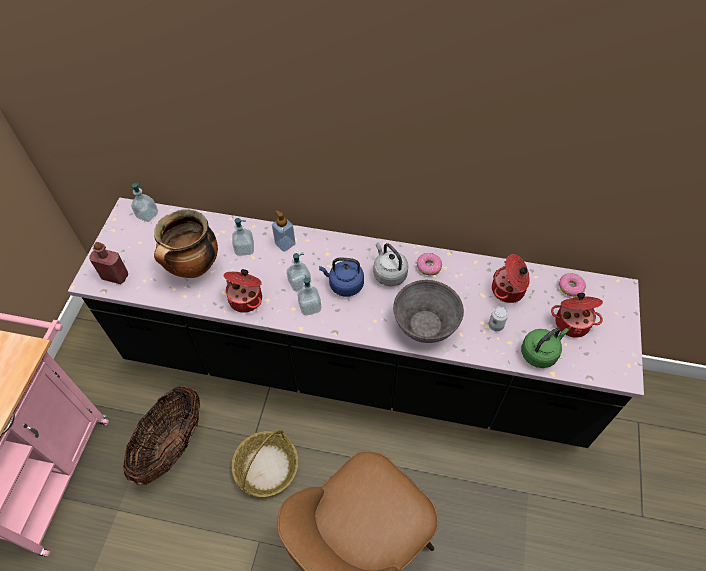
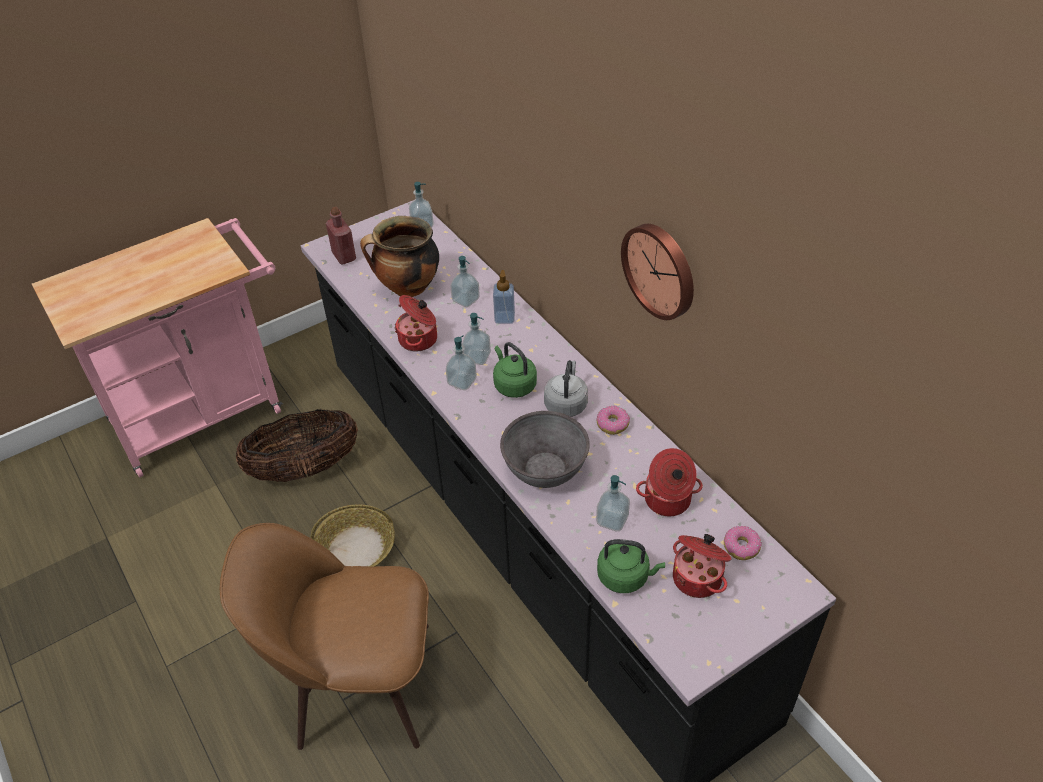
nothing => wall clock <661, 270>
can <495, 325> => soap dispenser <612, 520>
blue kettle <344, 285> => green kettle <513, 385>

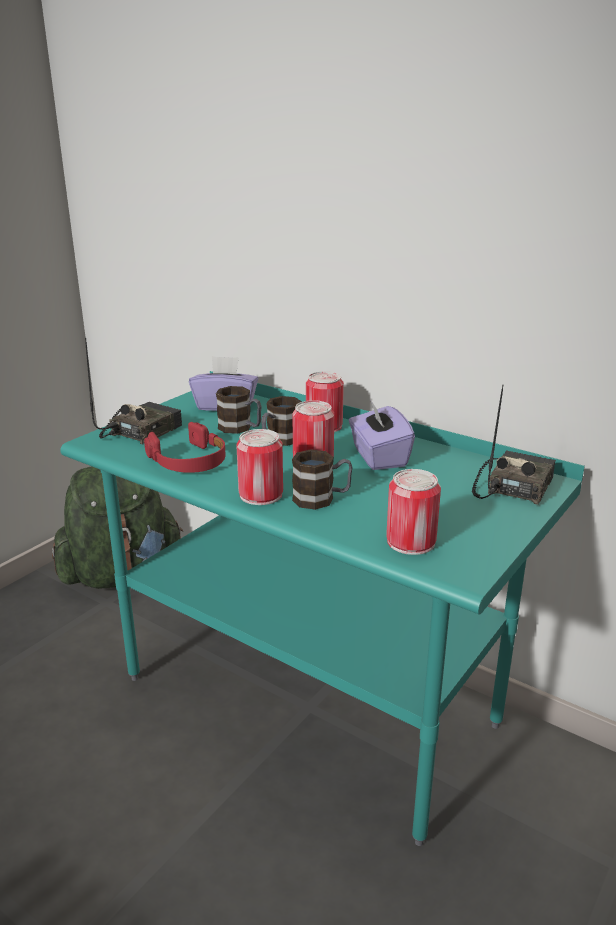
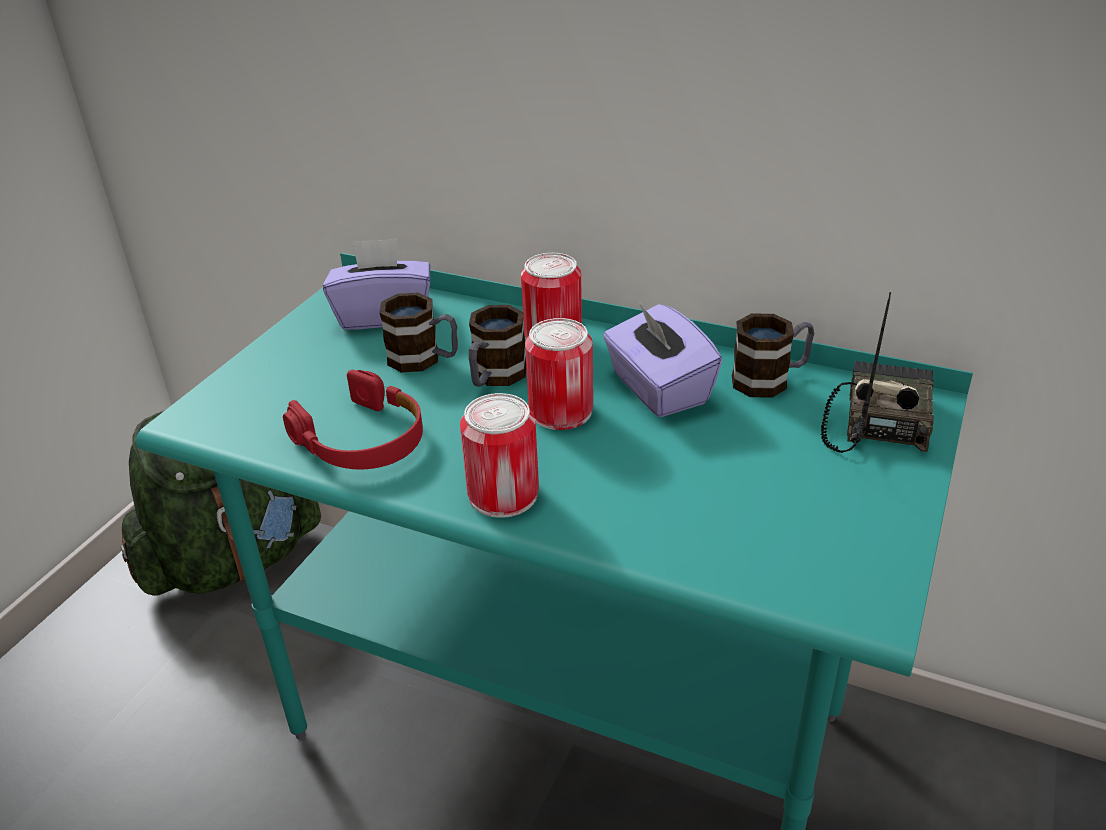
radio <140, 431> => nothing
can <411, 541> => nothing
mug <322, 499> => mug <770, 379>, move

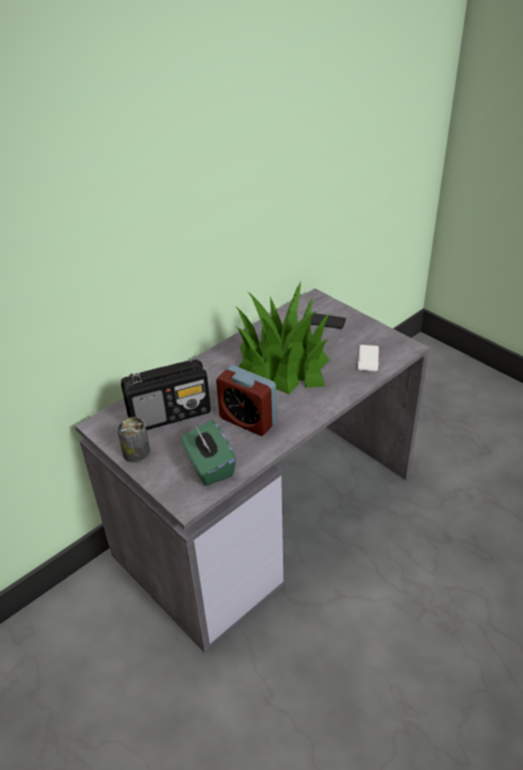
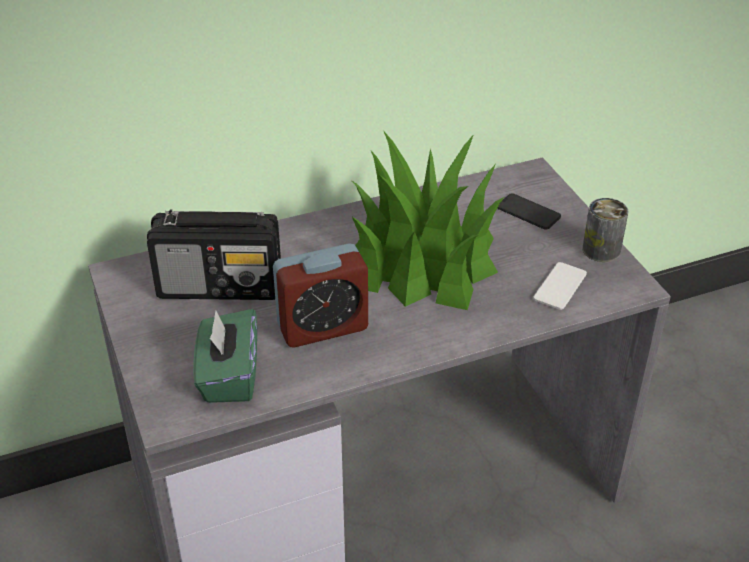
can <136, 452> => can <601, 250>, move
alarm clock <248, 420> => alarm clock <322, 327>, 75 degrees counterclockwise

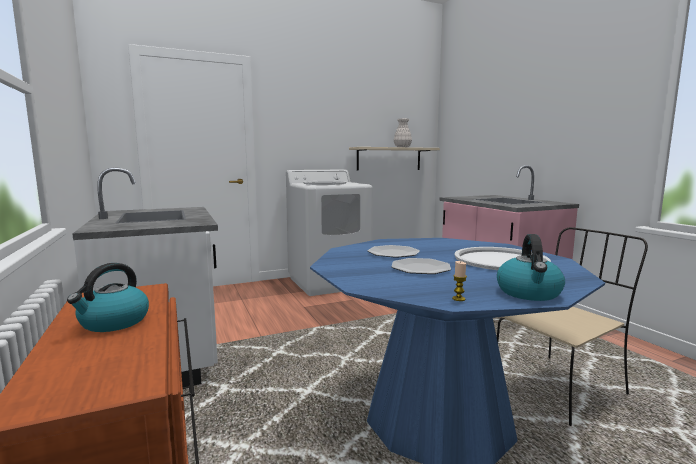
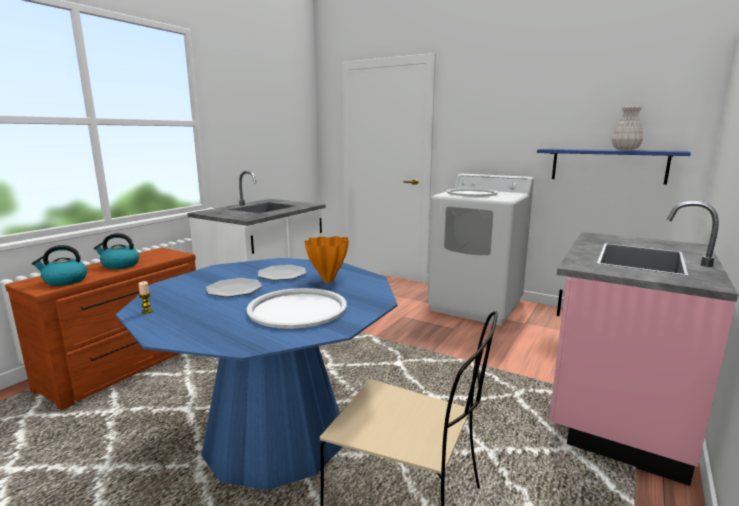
nothing => orange vase <327, 281>
kettle <529, 293> => kettle <65, 281>, move
beige shelf <389, 159> => blue shelf <608, 165>

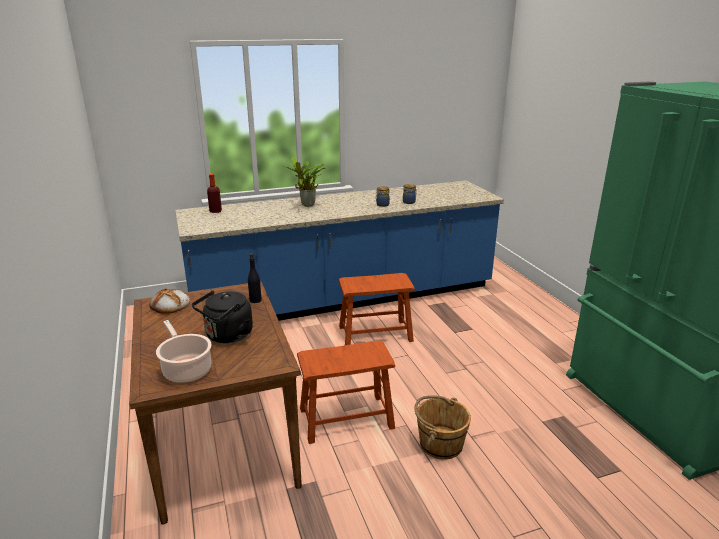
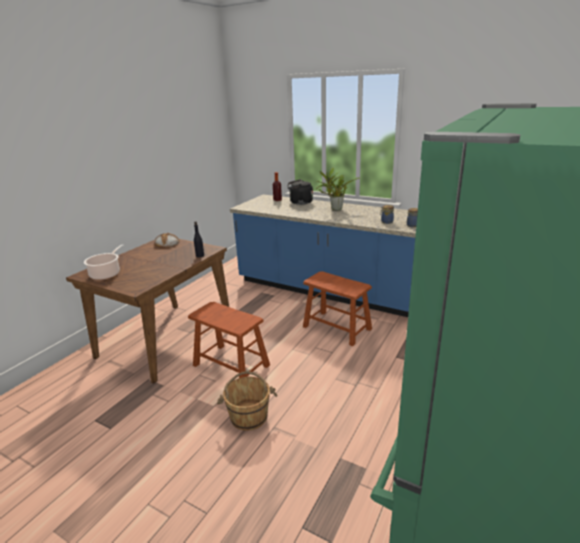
black kettle <227, 336> => black kettle <299, 202>, move

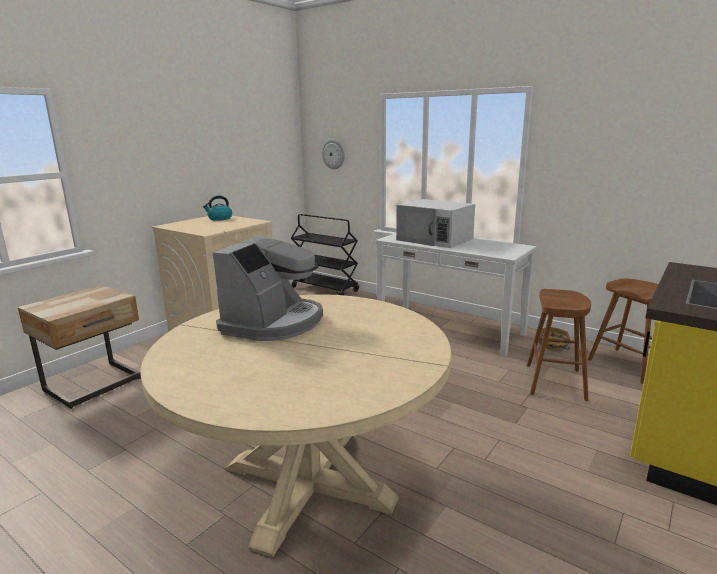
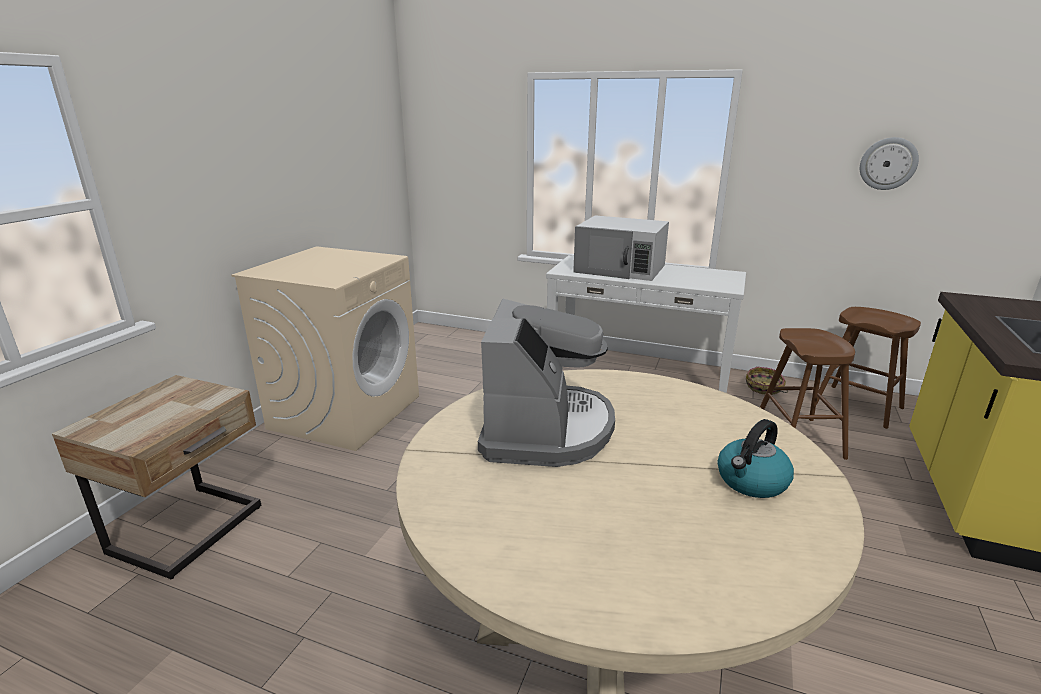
black cart <325, 289> => nothing
kettle <219, 218> => kettle <751, 481>, move
wall clock <333, 154> => wall clock <888, 163>, move

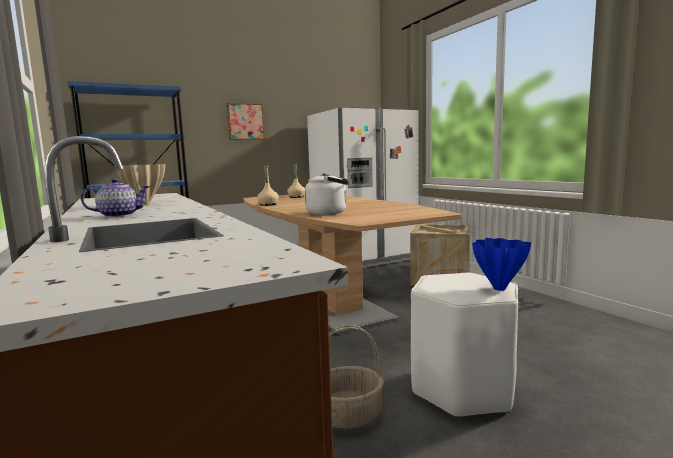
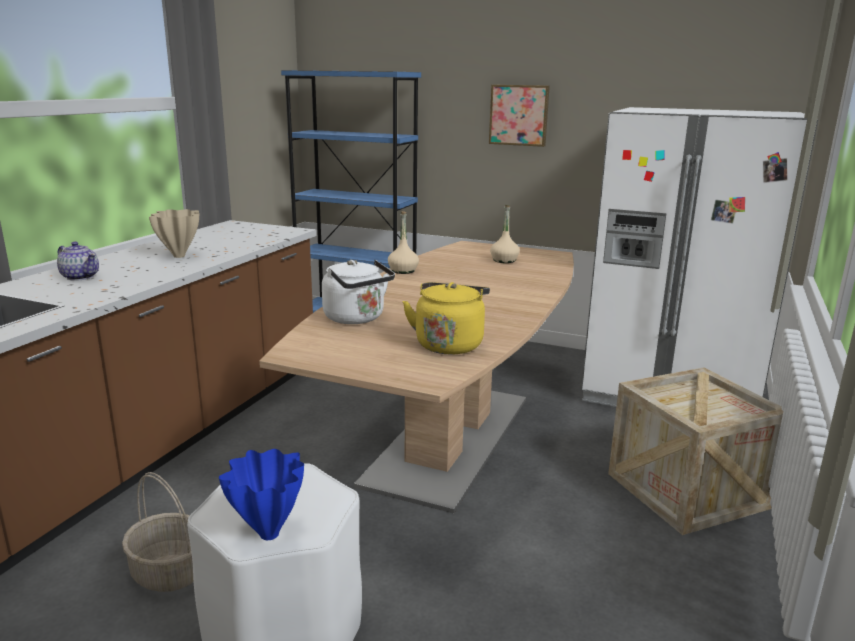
nothing => yellow kettle <449, 344>

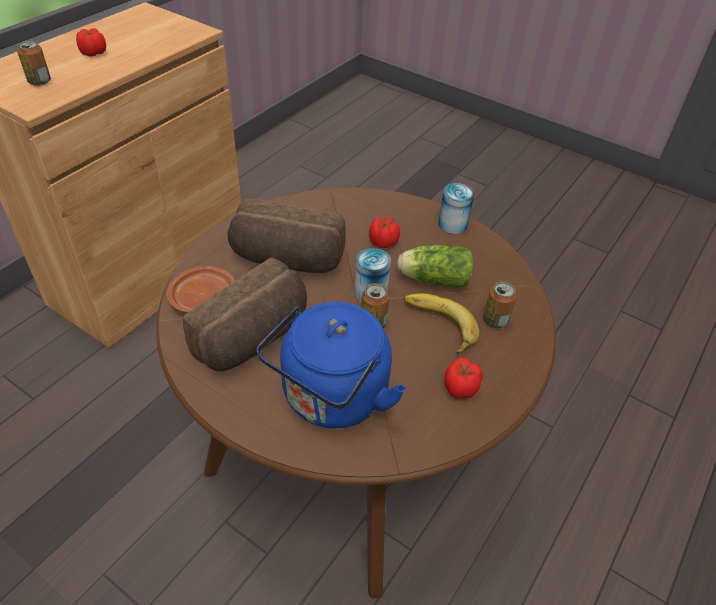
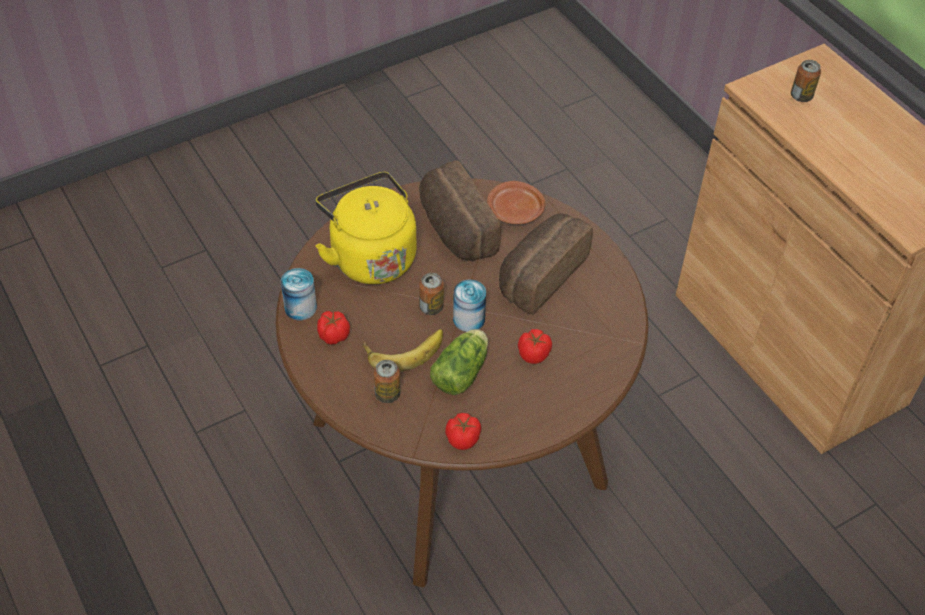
tomato <93, 53> => tomato <463, 439>, move
can <453, 224> => can <300, 308>, move
blue kettle <331, 399> => yellow kettle <370, 256>

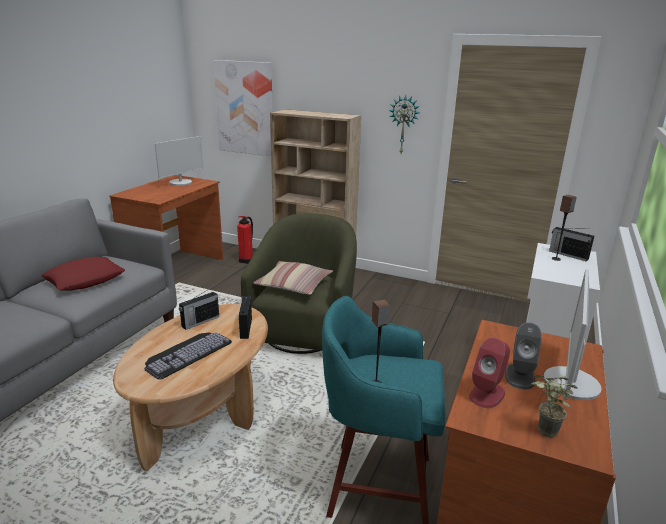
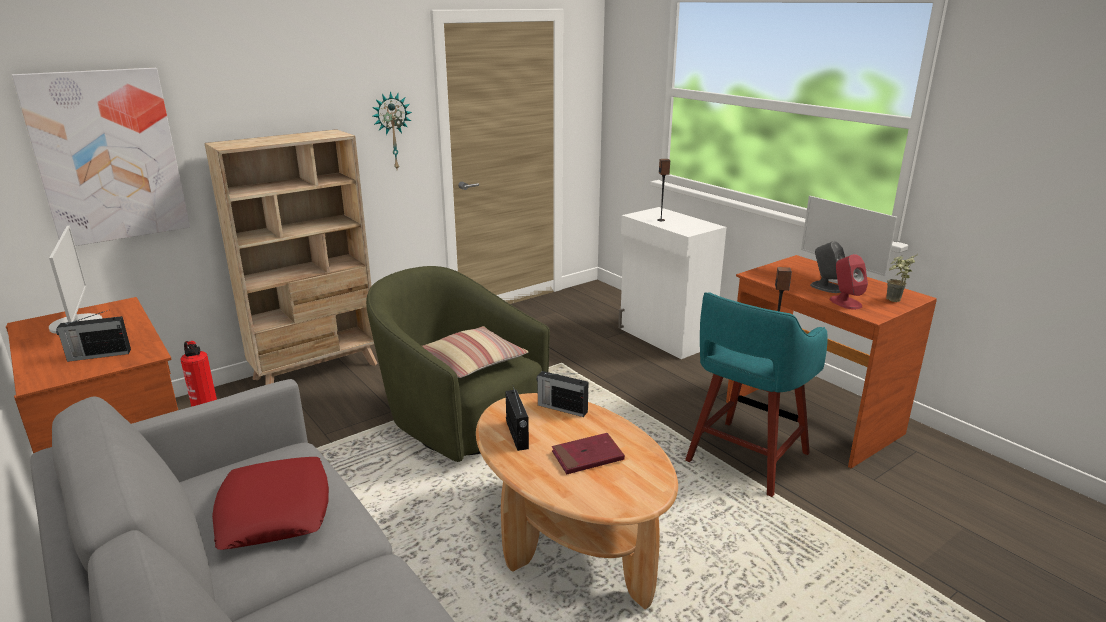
radio <567, 255> => radio <98, 355>, move
keyboard <187, 352> => red book <587, 456>

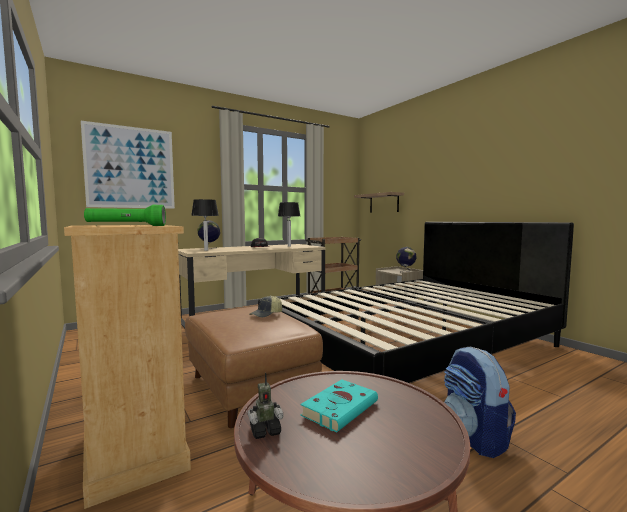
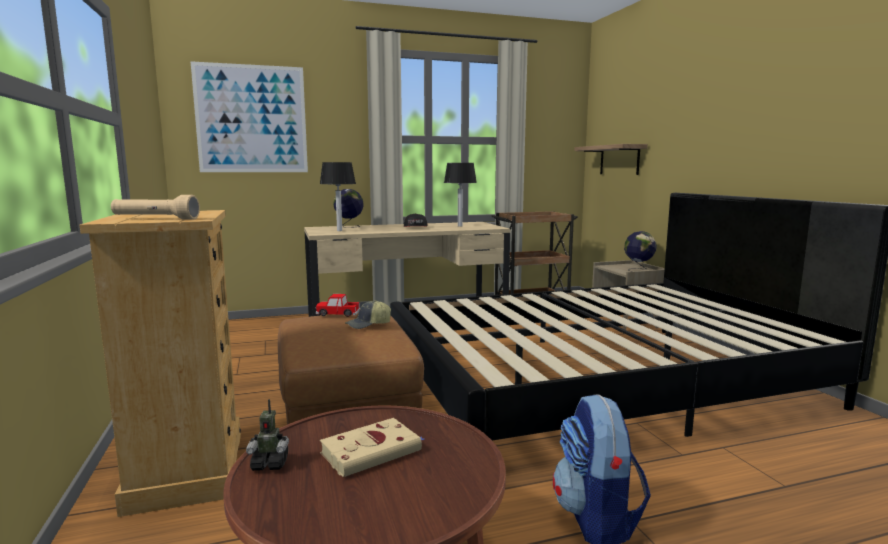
nothing => toy car <337, 313>
green flashlight <126, 226> => beige flashlight <155, 219>
turquoise book <341, 408> => beige book <373, 451>

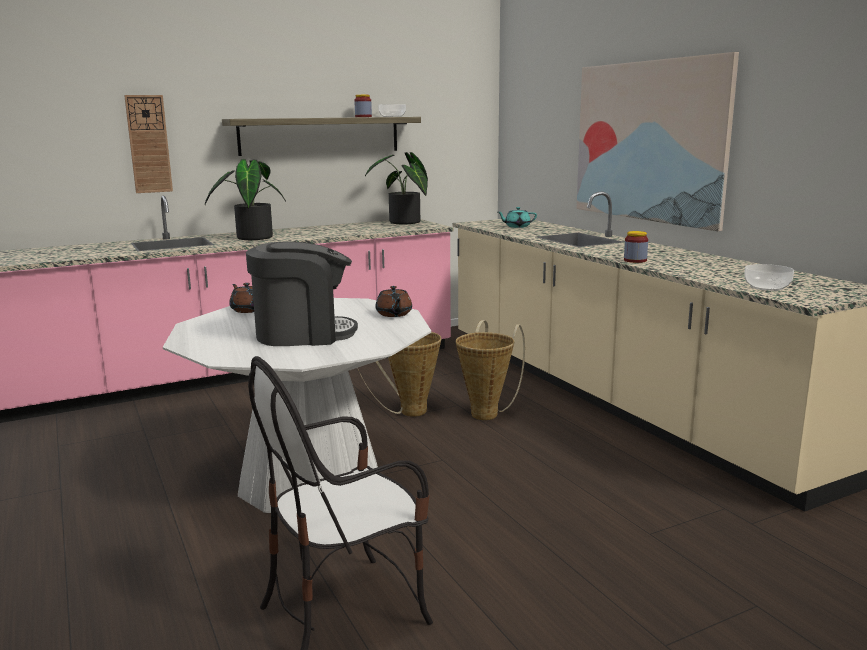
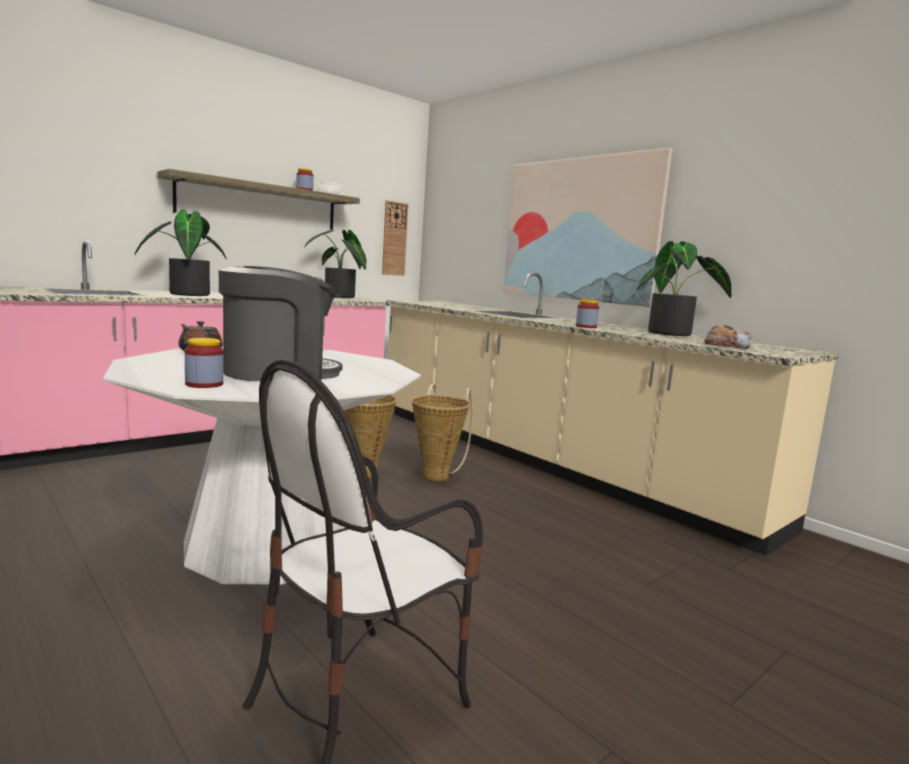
brown teapot <394, 314> => nothing
turquoise teapot <517, 226> => nothing
nothing => jar <204, 384>
nothing => potted plant <674, 334>
wall clock <149, 144> => wall clock <394, 239>, move
bowl <767, 287> => bread <726, 346>

